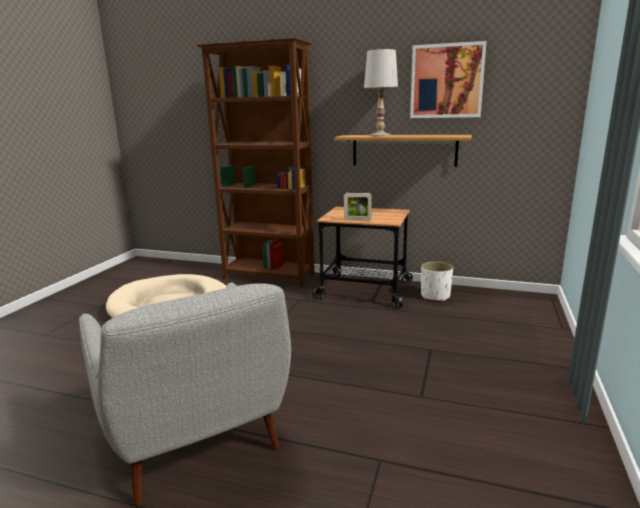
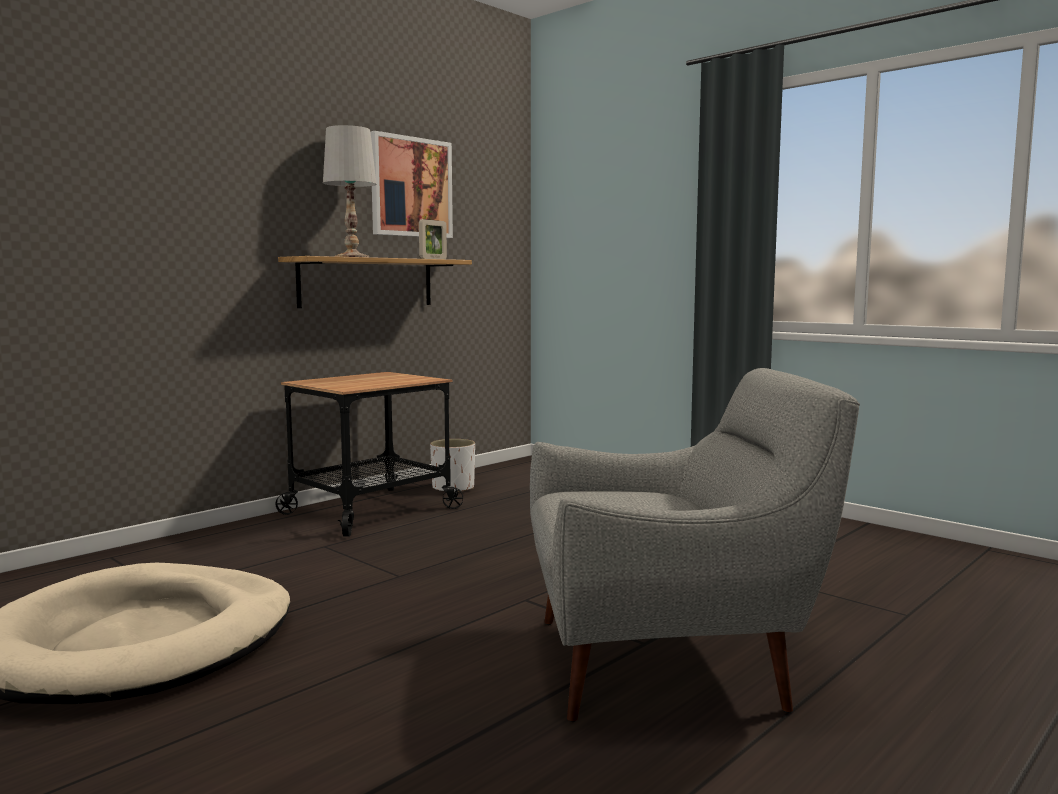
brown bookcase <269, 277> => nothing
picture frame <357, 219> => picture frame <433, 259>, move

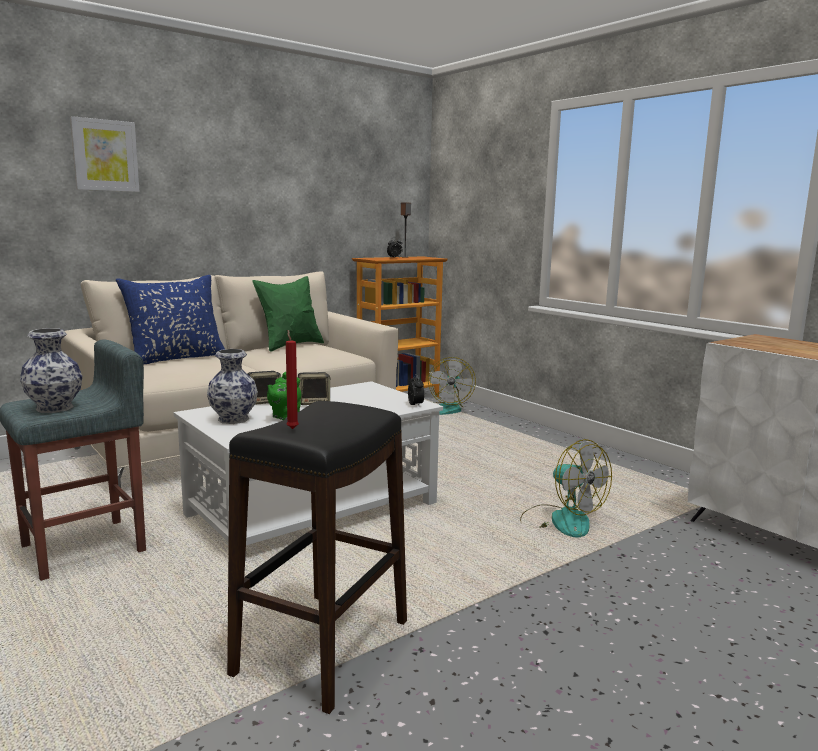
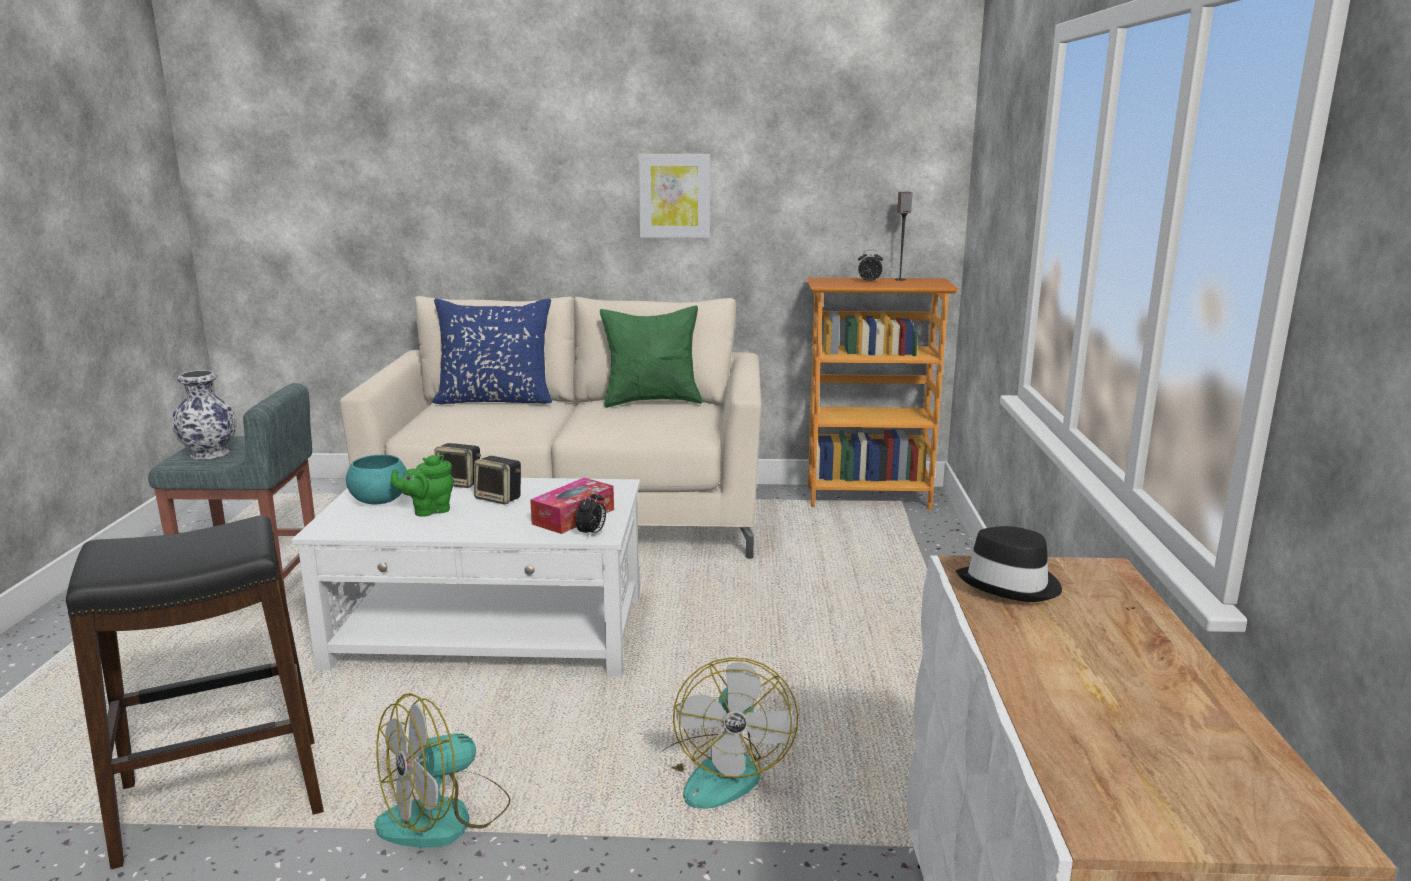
red candle <292, 428> => nothing
nothing => tissue box <573, 516>
nothing => black hat <1011, 584>
picture <105, 155> => picture <674, 195>, move
fan <447, 409> => fan <445, 816>, move
vase <233, 419> => turquoise bowl <379, 501>

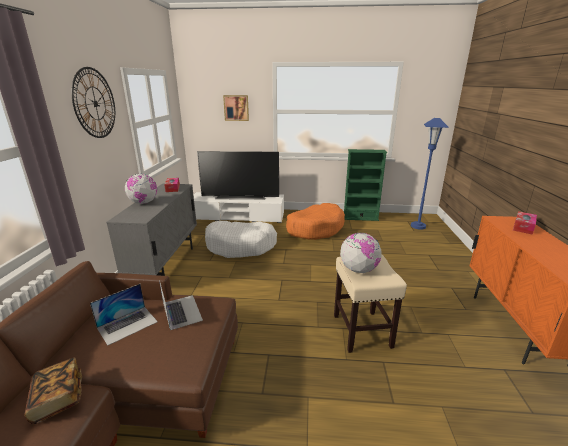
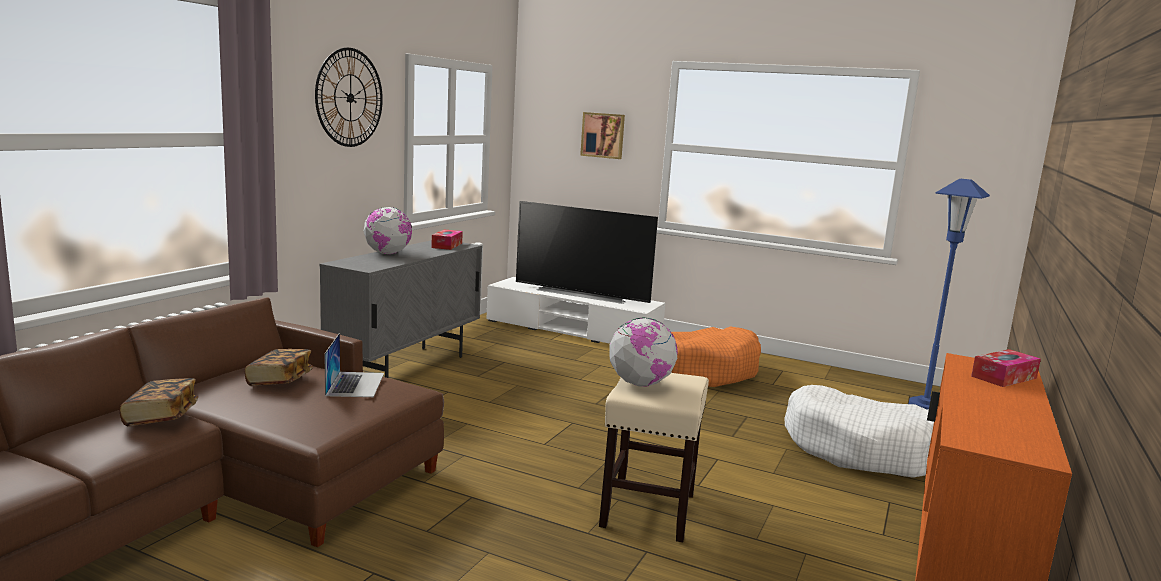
green bookcase <360, 218> => nothing
white dog bed <241, 246> => white dog bed <864, 450>, move
laptop <127, 324> => book <280, 380>

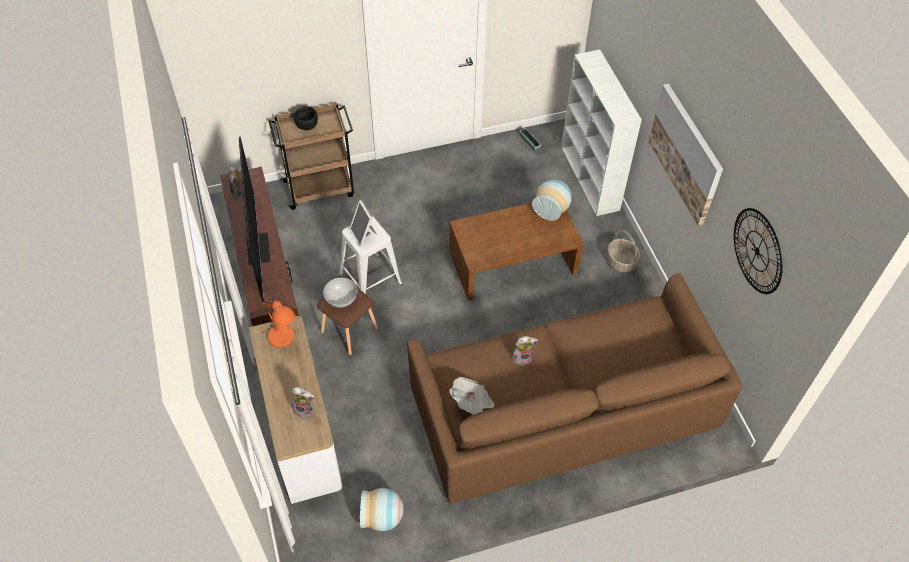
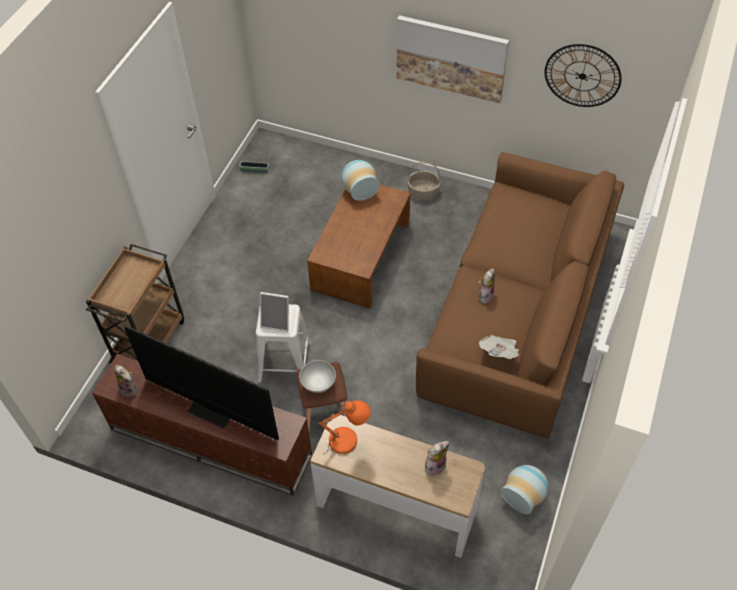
black bowl <307, 126> => nothing
white bookcase <590, 179> => nothing

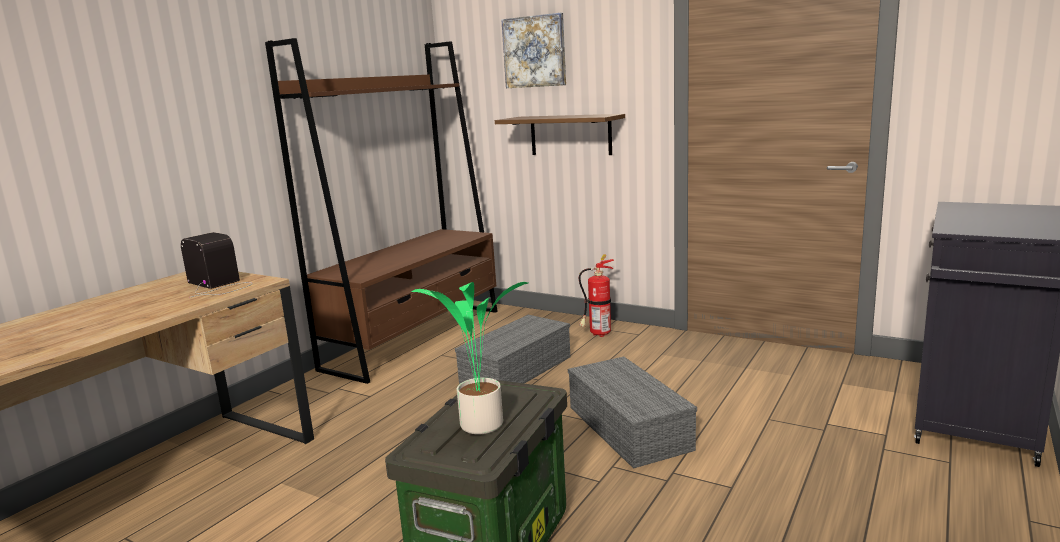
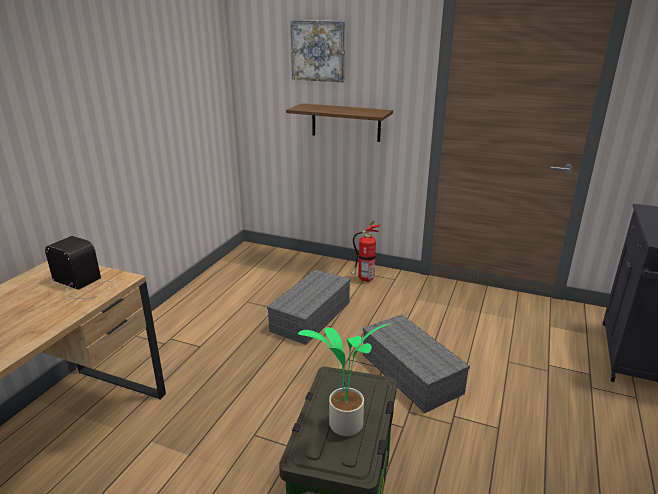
brown bookcase <416, 338> => nothing

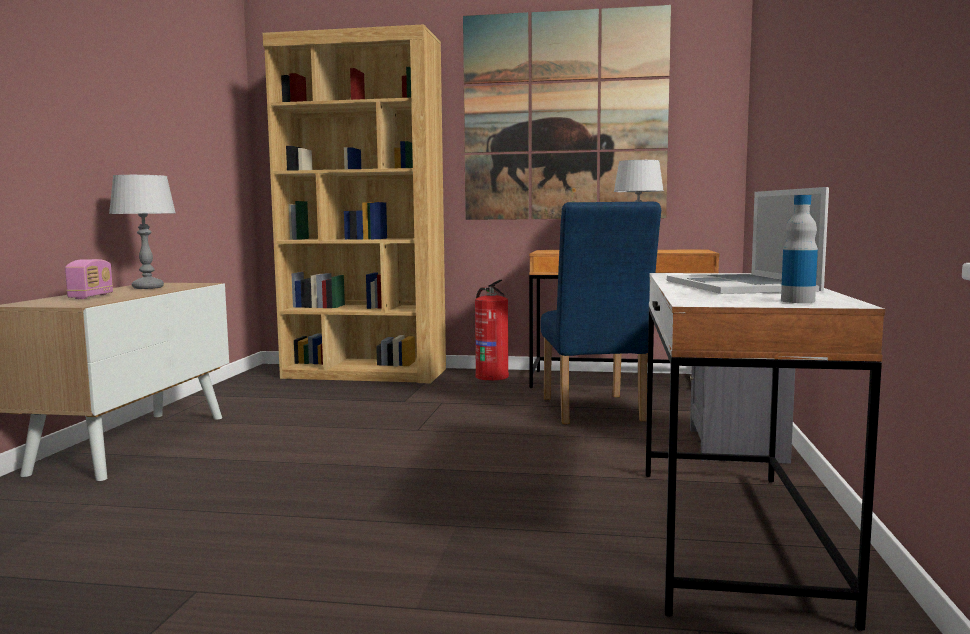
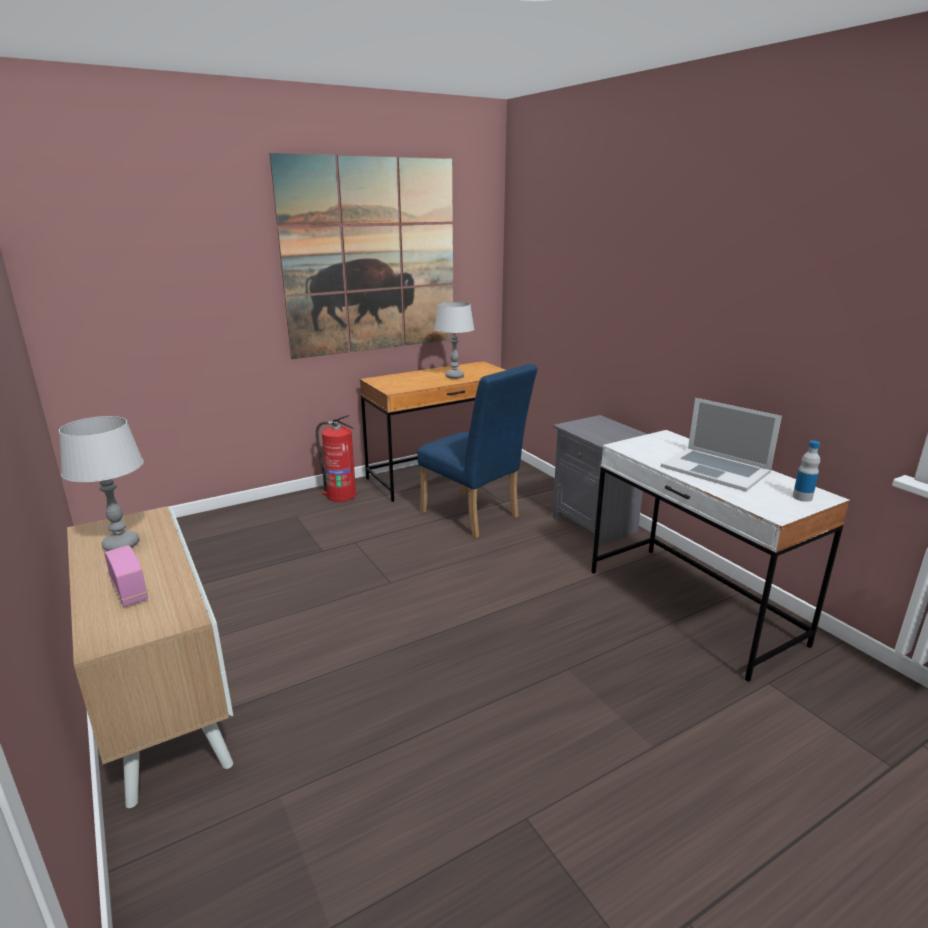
brown bookcase <365, 374> => nothing

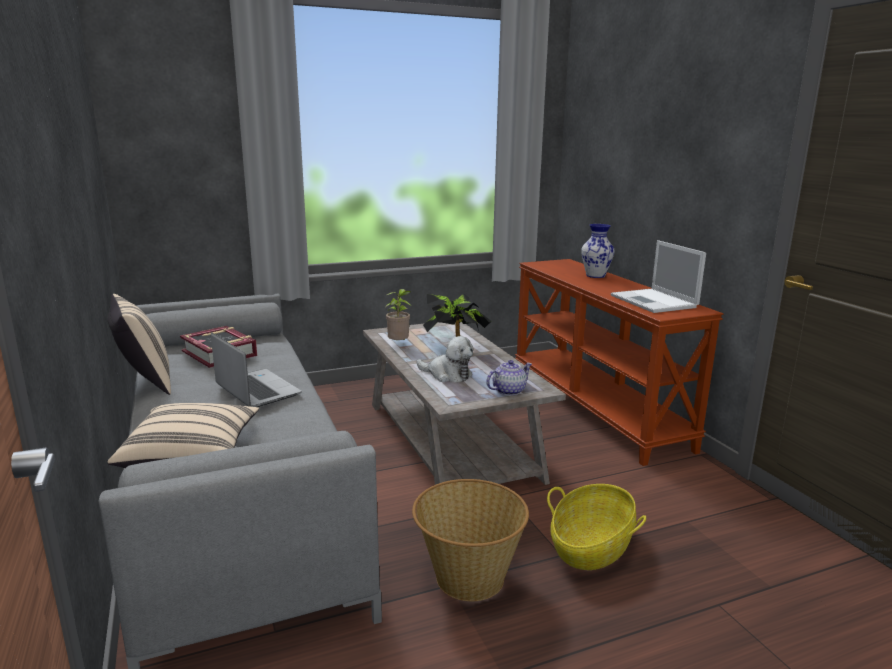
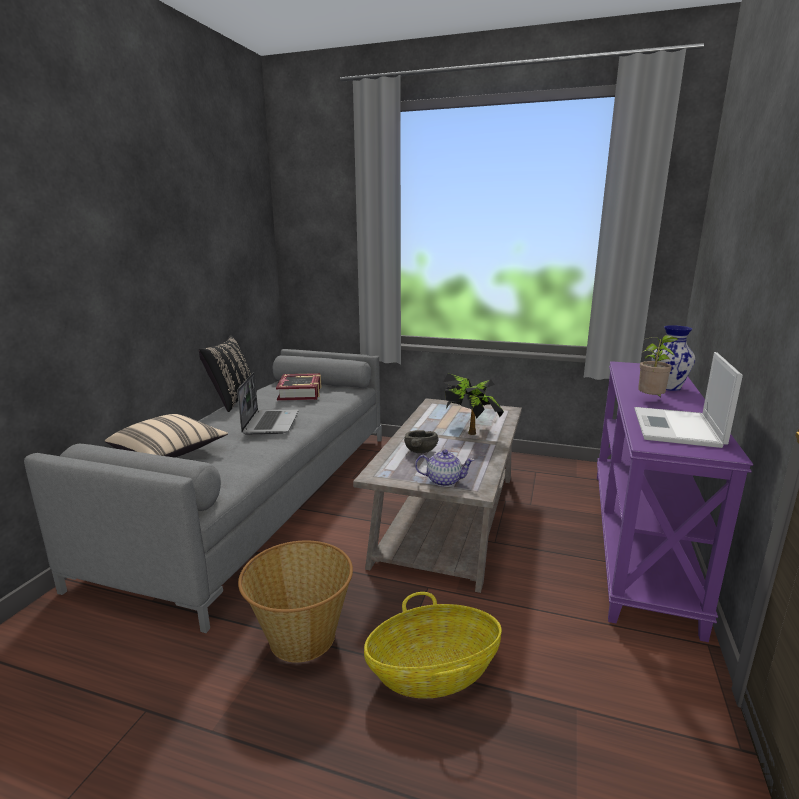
potted plant <399, 344> => potted plant <651, 400>, move
plush toy <447, 375> => grey bowl <420, 451>
beige pillow <144, 383> => black pillow <231, 401>
brown console table <597, 407> => purple console table <640, 540>

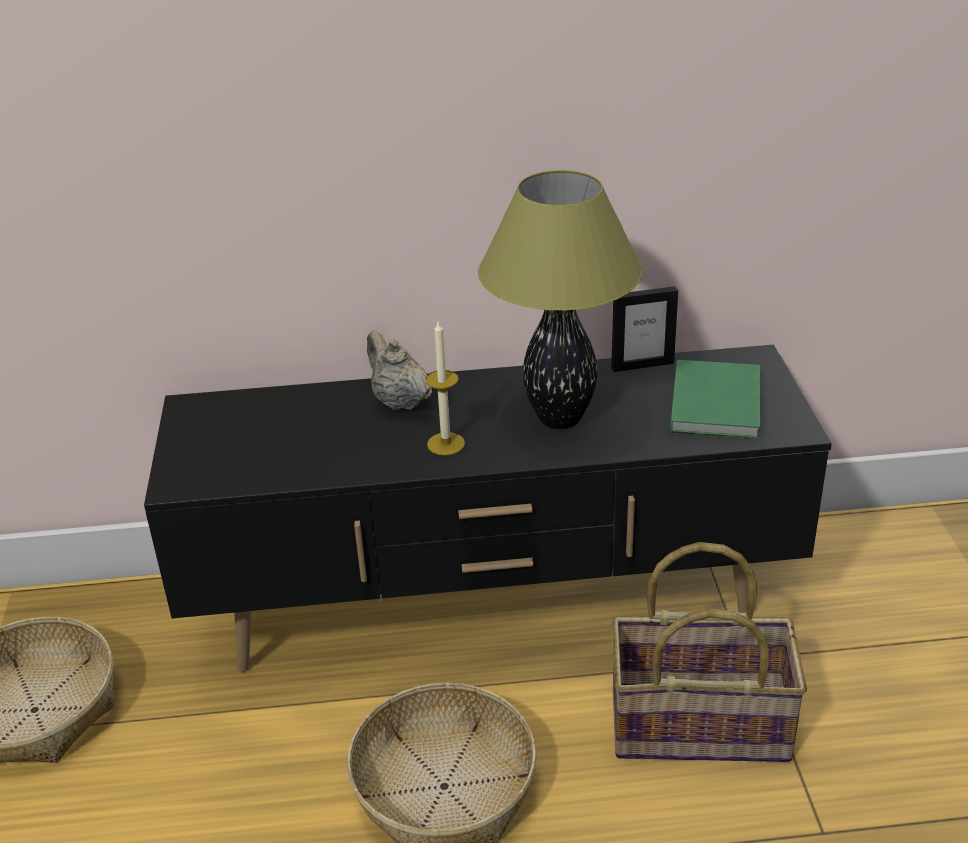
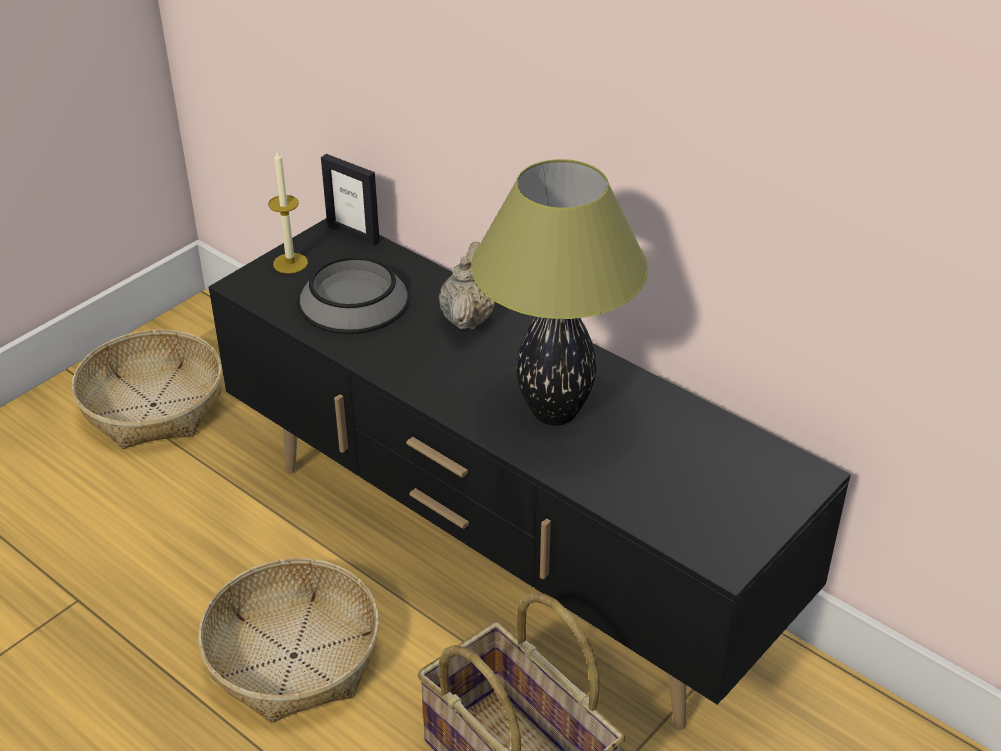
green book <717, 402> => nothing
nothing => bowl <353, 299>
candle <446, 444> => candle <290, 263>, move
picture frame <642, 365> => picture frame <353, 234>, move

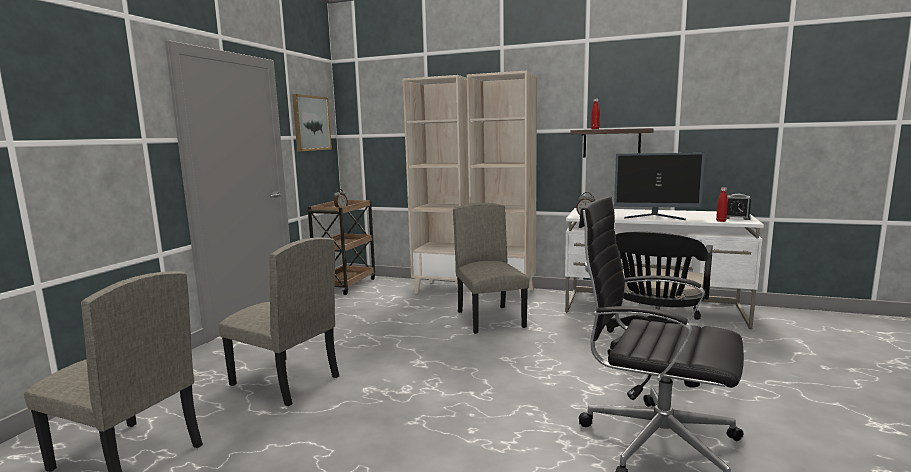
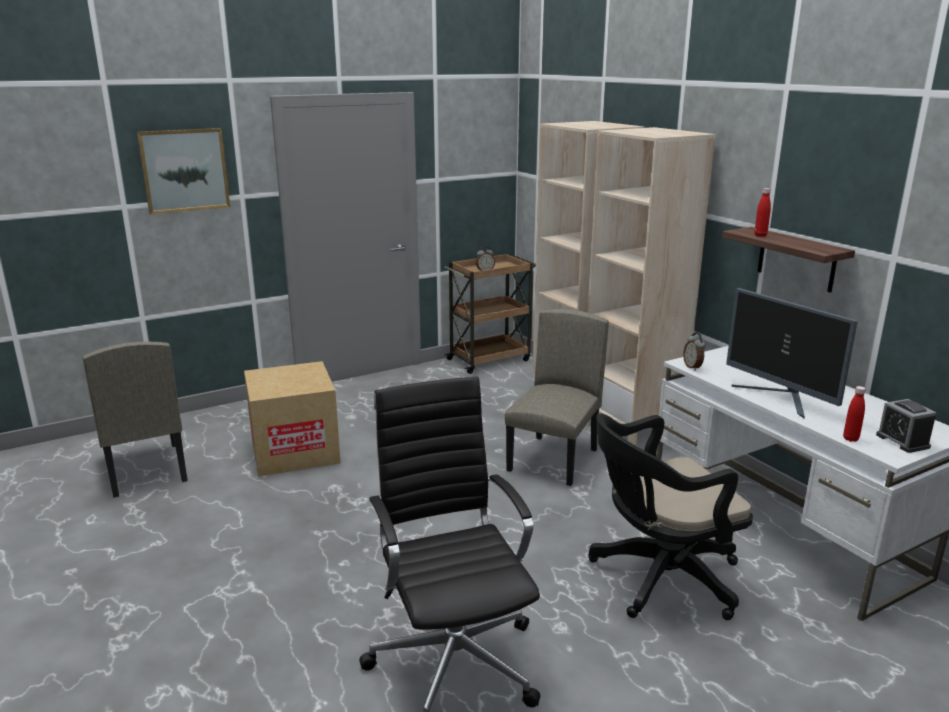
picture <311, 123> => picture <184, 170>, move
beige chair <284, 381> => cardboard box <295, 451>

